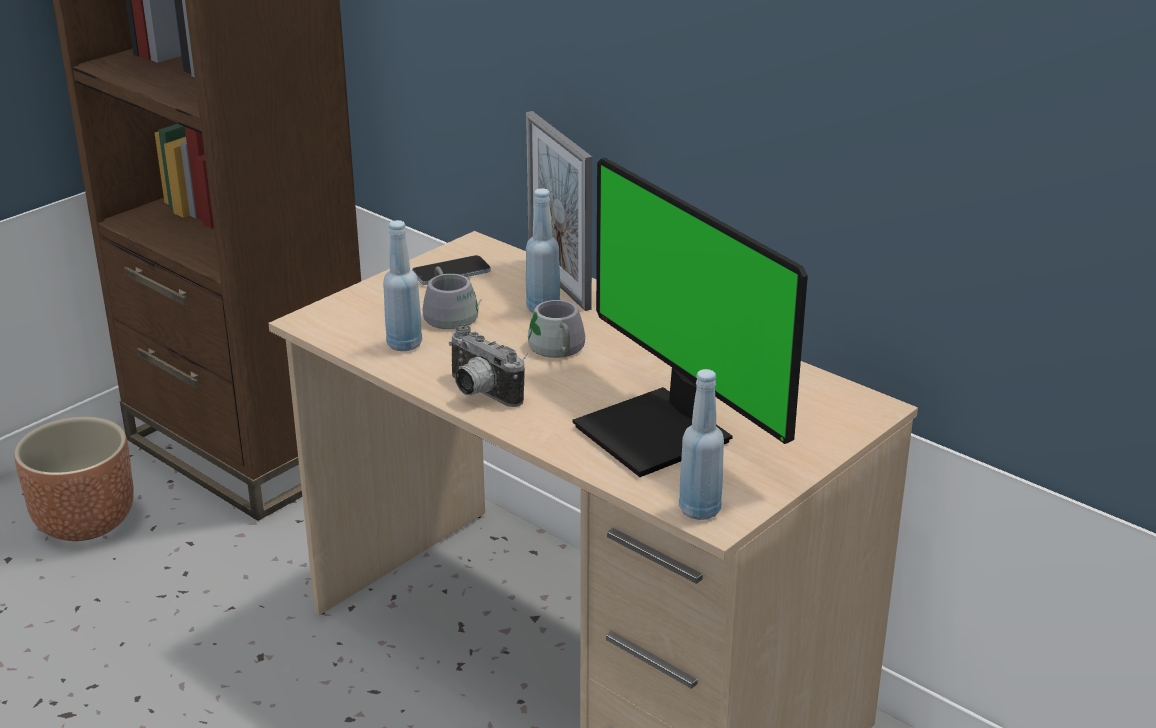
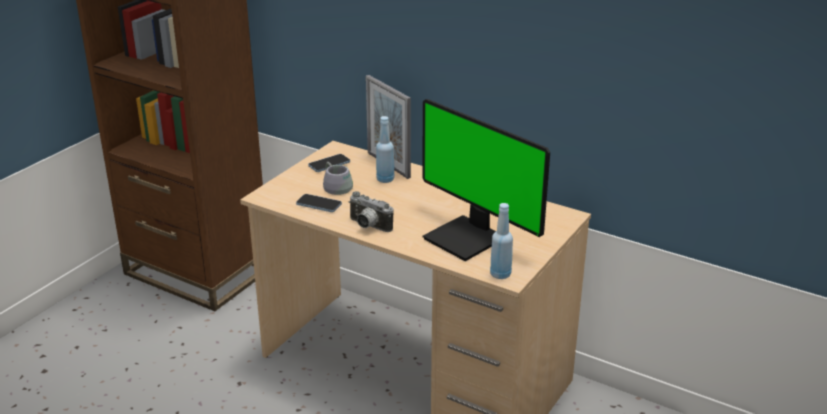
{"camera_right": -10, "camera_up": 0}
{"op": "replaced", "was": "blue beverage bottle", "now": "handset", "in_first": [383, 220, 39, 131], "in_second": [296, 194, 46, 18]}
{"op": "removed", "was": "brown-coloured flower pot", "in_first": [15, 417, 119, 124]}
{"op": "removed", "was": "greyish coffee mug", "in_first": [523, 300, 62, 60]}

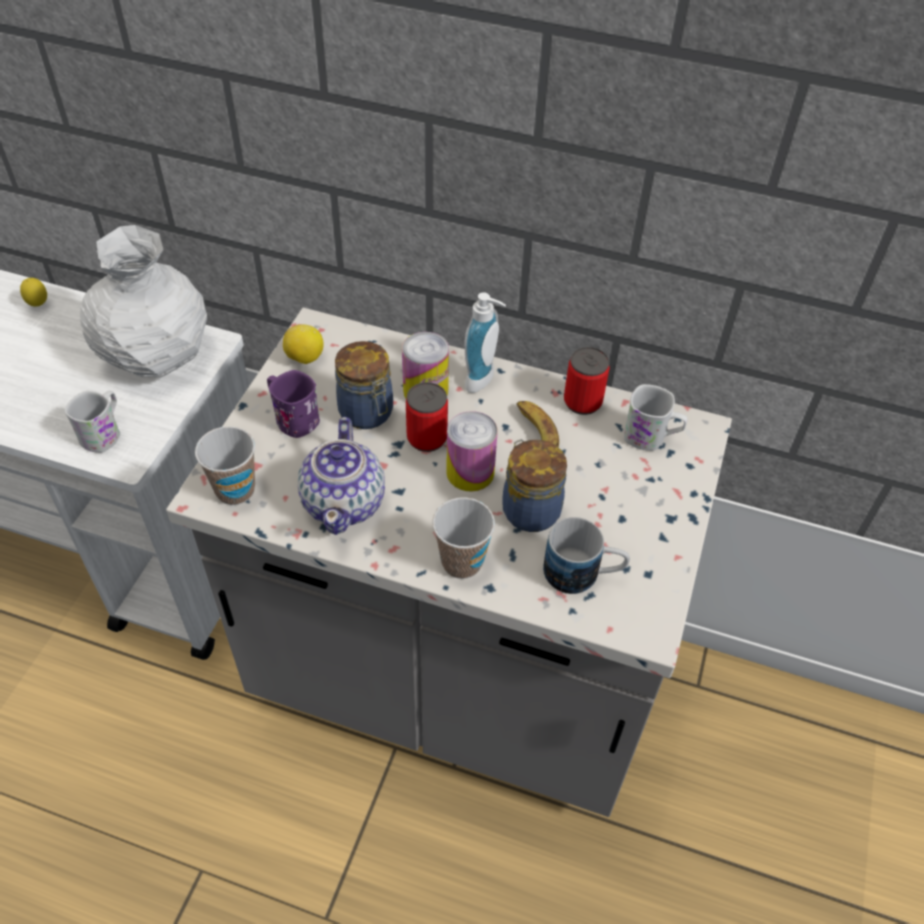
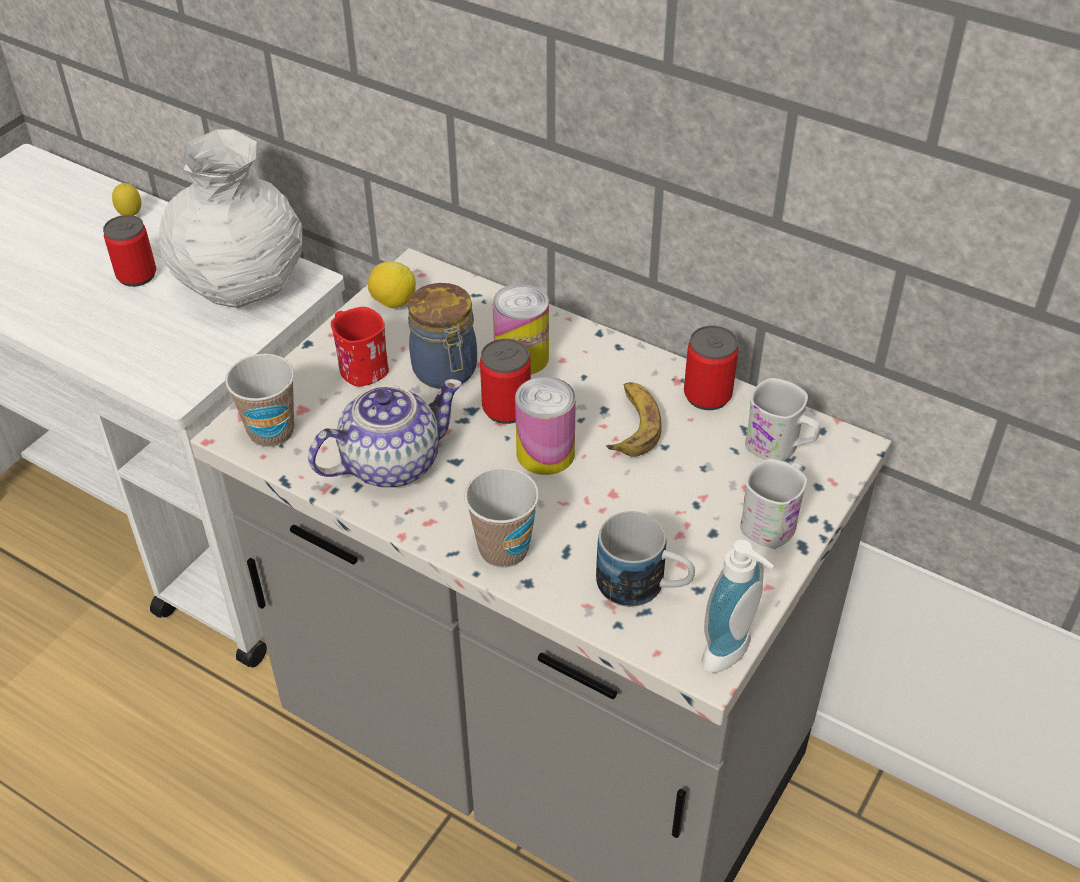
{"camera_right": 15, "camera_up": -5}
{"op": "added", "now": "sealed can", "in_second": [103, 215, 53, 72]}
{"op": "turned", "was": "tea pot", "in_first": [298, 417, 87, 118], "in_second": [308, 379, 154, 109], "clockwise": -135}
{"op": "recoloured", "was": "purple-coloured coffee mug", "now": "red-coloured coffee mug", "in_first": [267, 370, 53, 68], "in_second": [331, 307, 58, 80]}
{"op": "moved", "was": "soap dispenser", "in_first": [464, 292, 42, 101], "in_second": [701, 540, 73, 133]}
{"op": "moved", "was": "whitish coffee mug", "in_first": [64, 391, 56, 62], "in_second": [740, 459, 67, 89]}
{"op": "removed", "was": "preserve jar", "in_first": [502, 439, 65, 93]}

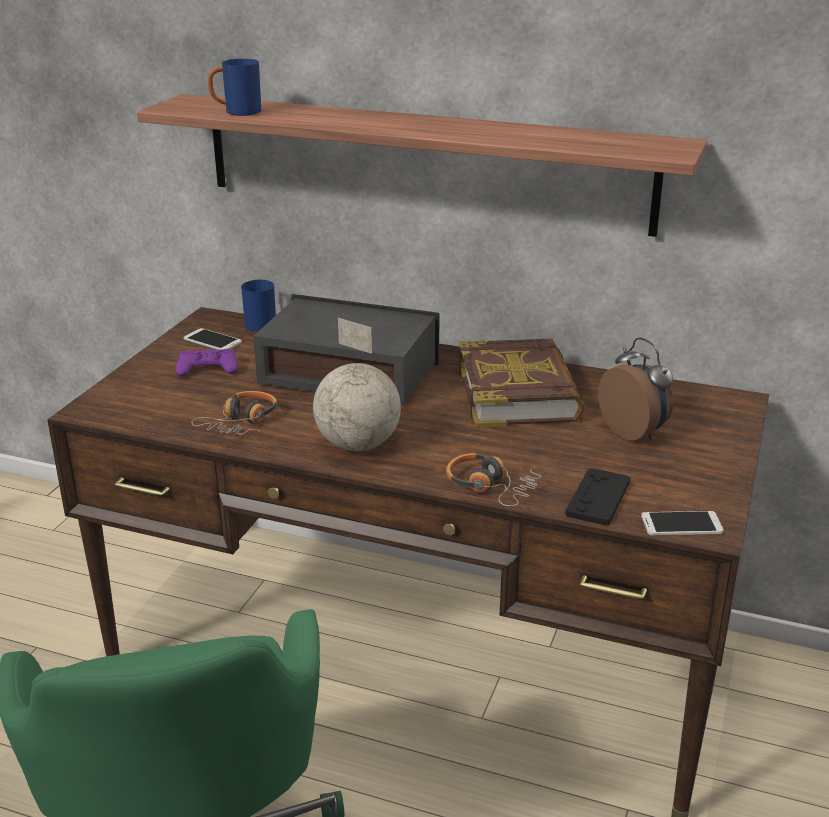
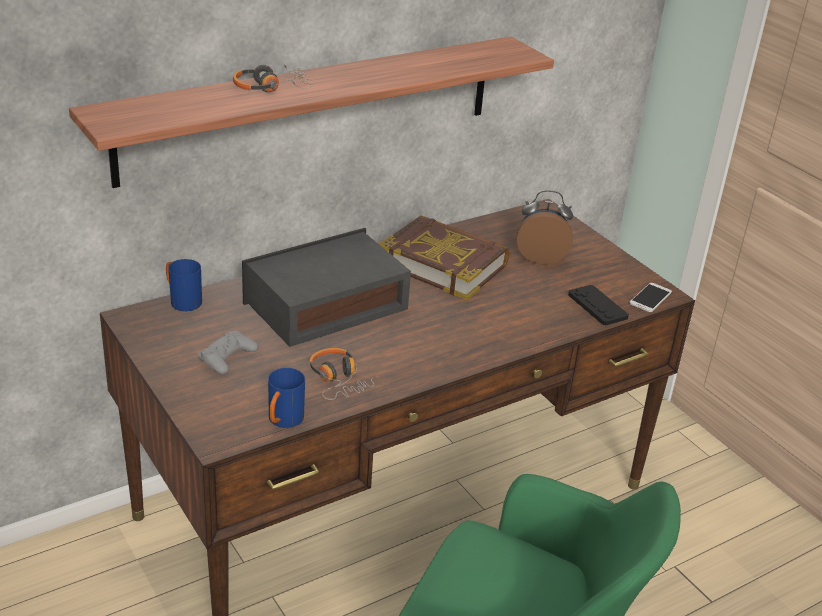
{"camera_right": -55, "camera_up": 5}
{"op": "recoloured", "was": "purple-coloured gamepad", "now": "greyish gamepad", "in_first": [175, 349, 63, 27], "in_second": [198, 331, 60, 43]}
{"op": "moved", "was": "headset", "in_first": [446, 453, 95, 53], "in_second": [233, 64, 80, 28]}
{"op": "moved", "was": "blue coffee mug", "in_first": [208, 59, 53, 57], "in_second": [268, 368, 37, 60]}
{"op": "removed", "was": "handset", "in_first": [183, 328, 59, 22]}
{"op": "removed", "was": "globe", "in_first": [313, 318, 88, 133]}

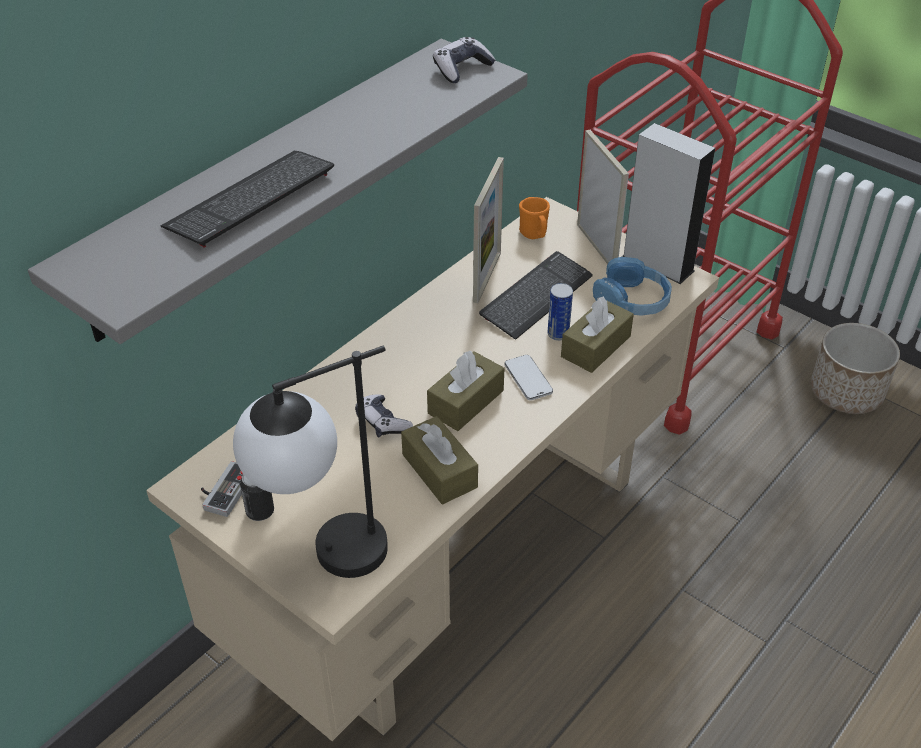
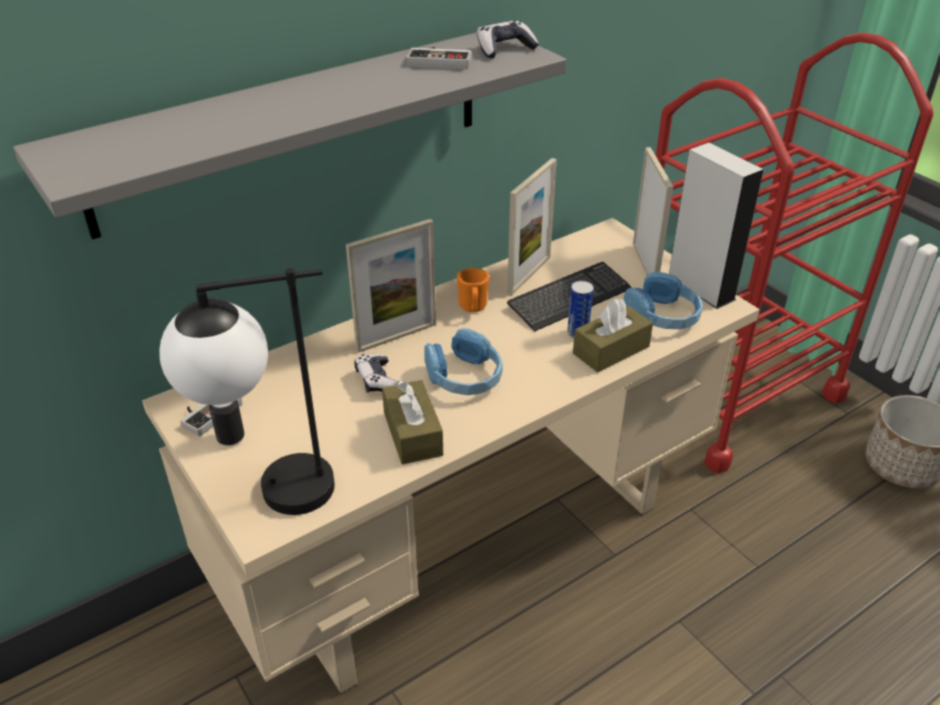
{"camera_right": 15, "camera_up": -5}
{"op": "added", "now": "picture frame", "in_second": [346, 219, 90, 133]}
{"op": "added", "now": "gamepad", "in_second": [407, 47, 64, 22]}
{"op": "replaced", "was": "brown-coloured tissue holder", "now": "blue headset", "in_first": [427, 350, 77, 81], "in_second": [424, 328, 79, 67]}
{"op": "moved", "was": "orange-coloured coffee mug", "in_first": [519, 197, 31, 42], "in_second": [457, 268, 32, 44]}
{"op": "removed", "was": "computer keyboard", "in_first": [161, 151, 173, 97]}
{"op": "removed", "was": "handset", "in_first": [505, 355, 48, 45]}

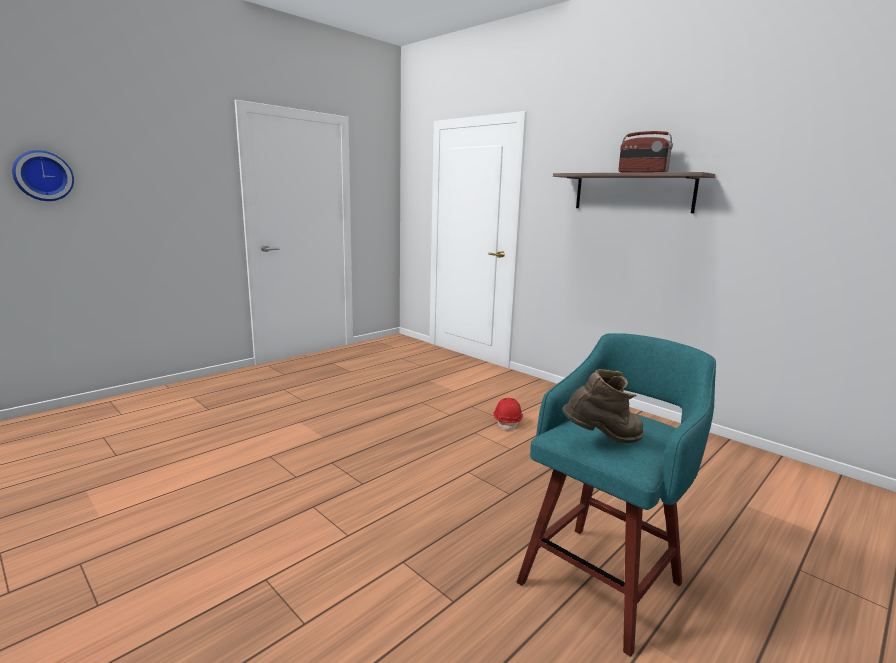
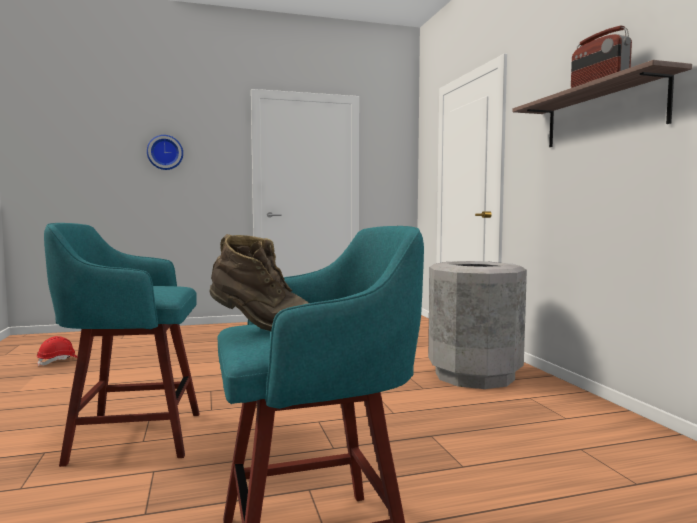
{"camera_right": 30, "camera_up": -10}
{"op": "moved", "was": "red-coloured work helmet", "in_first": [494, 398, 29, 33], "in_second": [37, 336, 40, 31]}
{"op": "added", "now": "turquoise stool", "in_second": [44, 223, 156, 244]}
{"op": "moved", "was": "wall clock", "in_first": [12, 150, 62, 51], "in_second": [147, 135, 36, 35]}
{"op": "added", "now": "greyish rubbish bin", "in_second": [428, 261, 99, 128]}

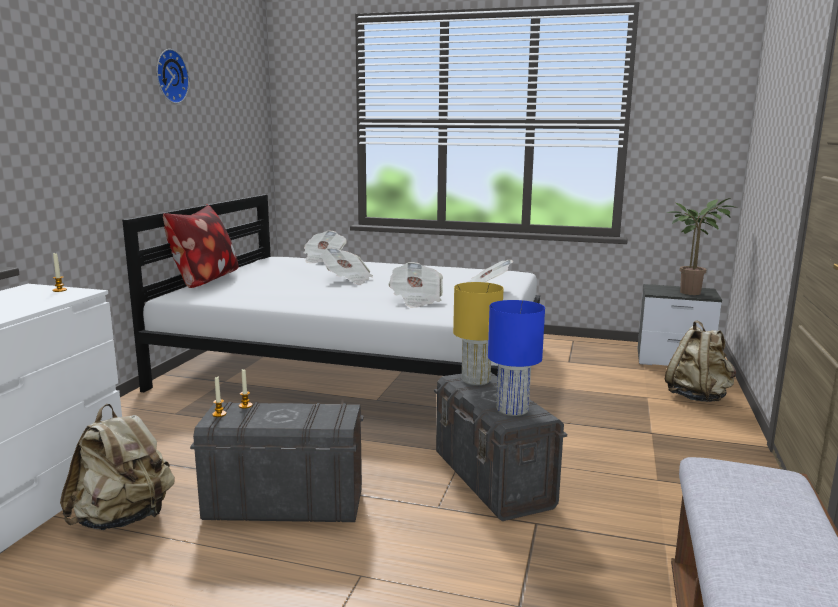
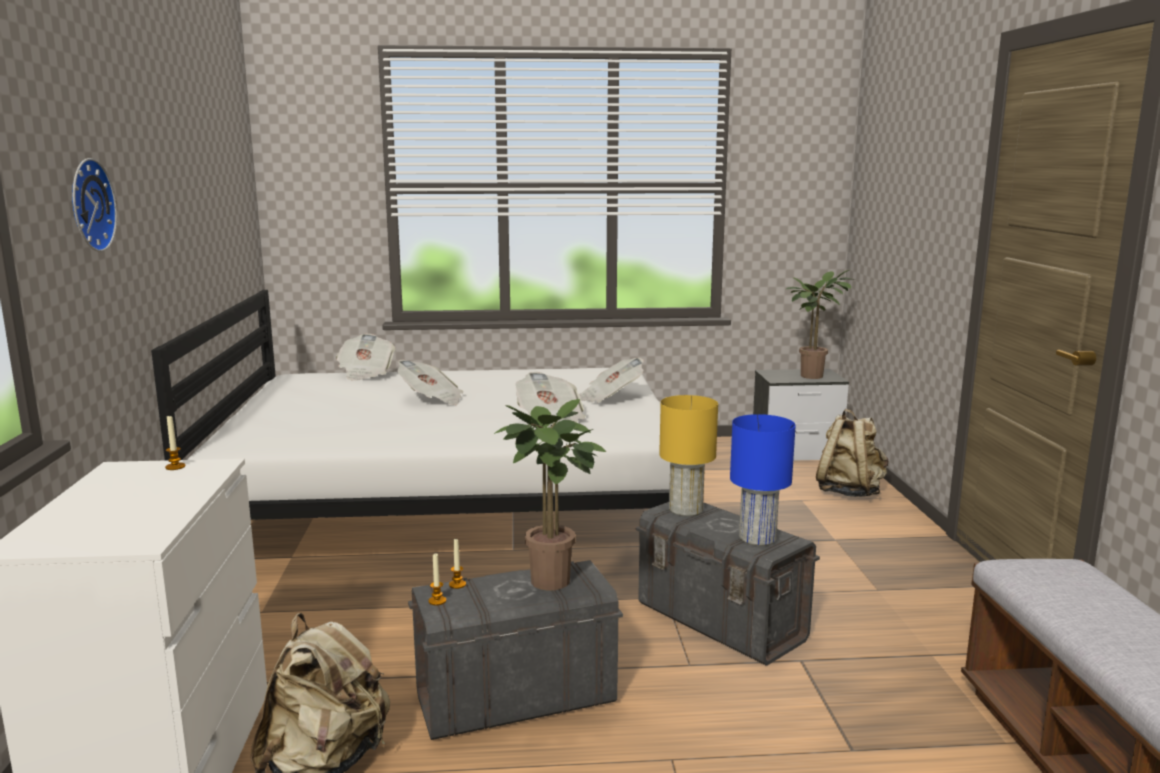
{"camera_right": -20, "camera_up": 0}
{"op": "moved", "was": "wall clock", "in_first": [157, 49, 32, 55], "in_second": [72, 158, 45, 94]}
{"op": "added", "now": "potted plant", "in_second": [494, 399, 112, 191]}
{"op": "removed", "was": "throw pillow", "in_first": [163, 206, 75, 82]}

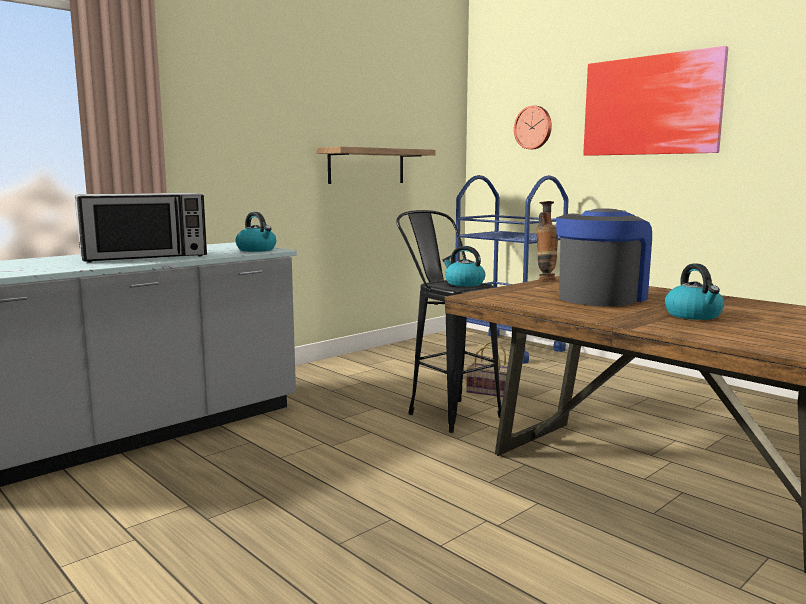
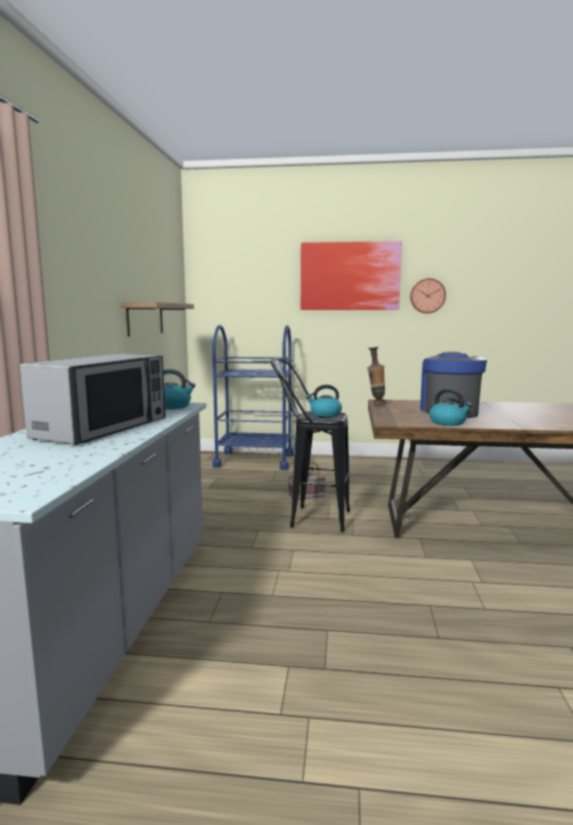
{"camera_right": -40, "camera_up": 0}
{"op": "moved", "was": "wall clock", "in_first": [514, 106, 38, 43], "in_second": [410, 278, 36, 35]}
{"op": "moved", "was": "tea kettle", "in_first": [665, 264, 59, 56], "in_second": [429, 389, 43, 37]}

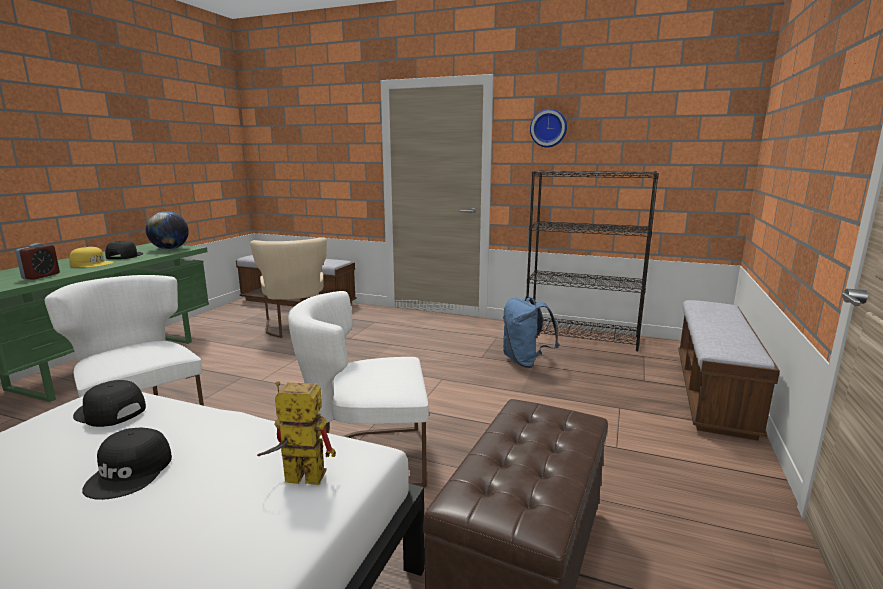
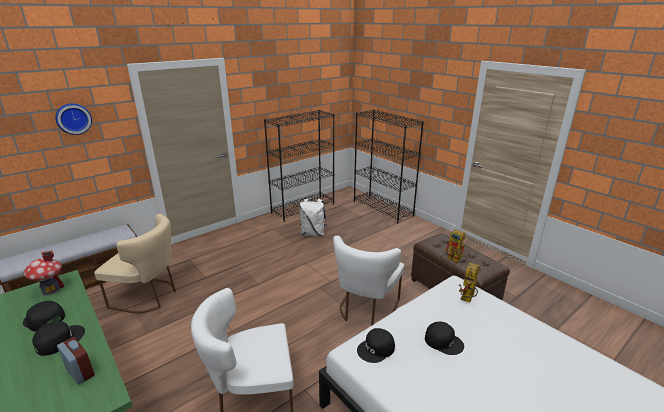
{"camera_right": -60, "camera_up": 10}
{"op": "replaced", "was": "globe", "now": "miniature house", "in_first": [145, 211, 44, 38], "in_second": [24, 250, 40, 45]}
{"op": "recoloured", "was": "yellow peaked cap", "now": "black-coloured peaked cap", "in_first": [69, 247, 45, 21], "in_second": [32, 321, 53, 35]}
{"op": "moved", "was": "wall clock", "in_first": [530, 109, 37, 38], "in_second": [55, 103, 37, 32]}
{"op": "recoloured", "was": "blue rucksack", "now": "whitish rucksack", "in_first": [503, 296, 56, 72], "in_second": [299, 198, 28, 38]}
{"op": "replaced", "was": "indoor bench", "now": "black-coloured shelving unit", "in_first": [678, 300, 102, 141], "in_second": [354, 109, 70, 115]}
{"op": "added", "now": "robot figure", "in_second": [445, 229, 25, 34]}

